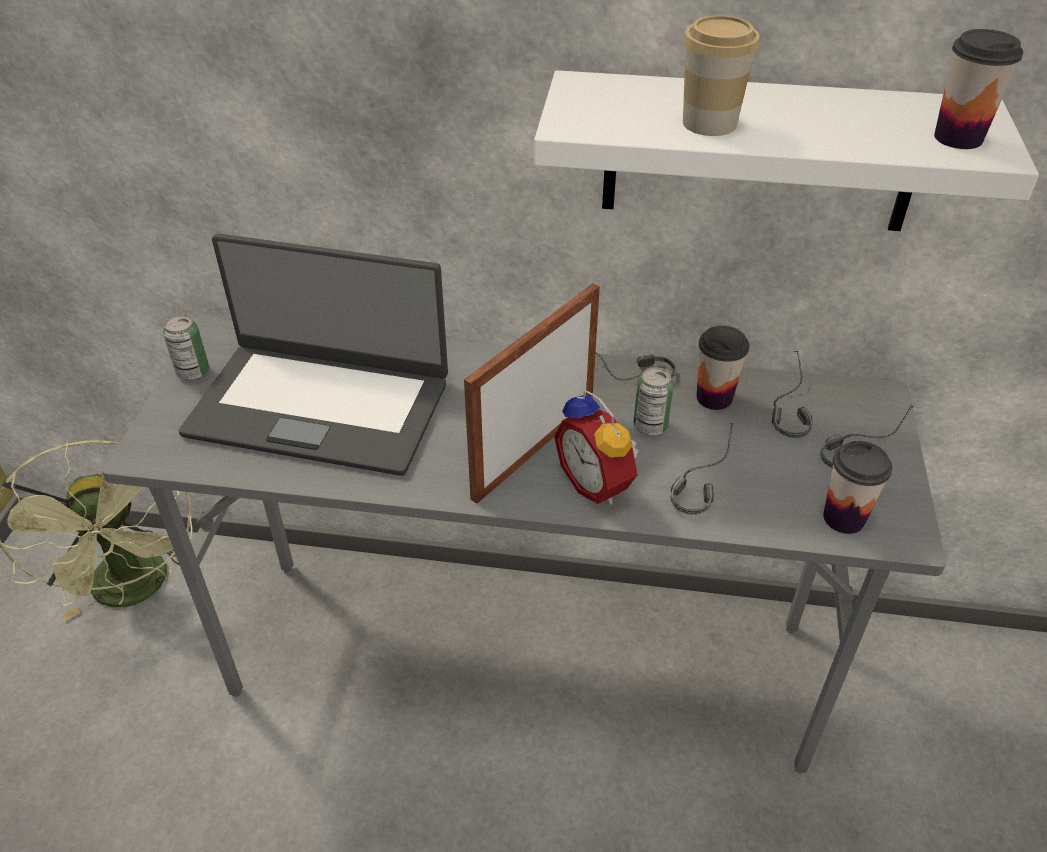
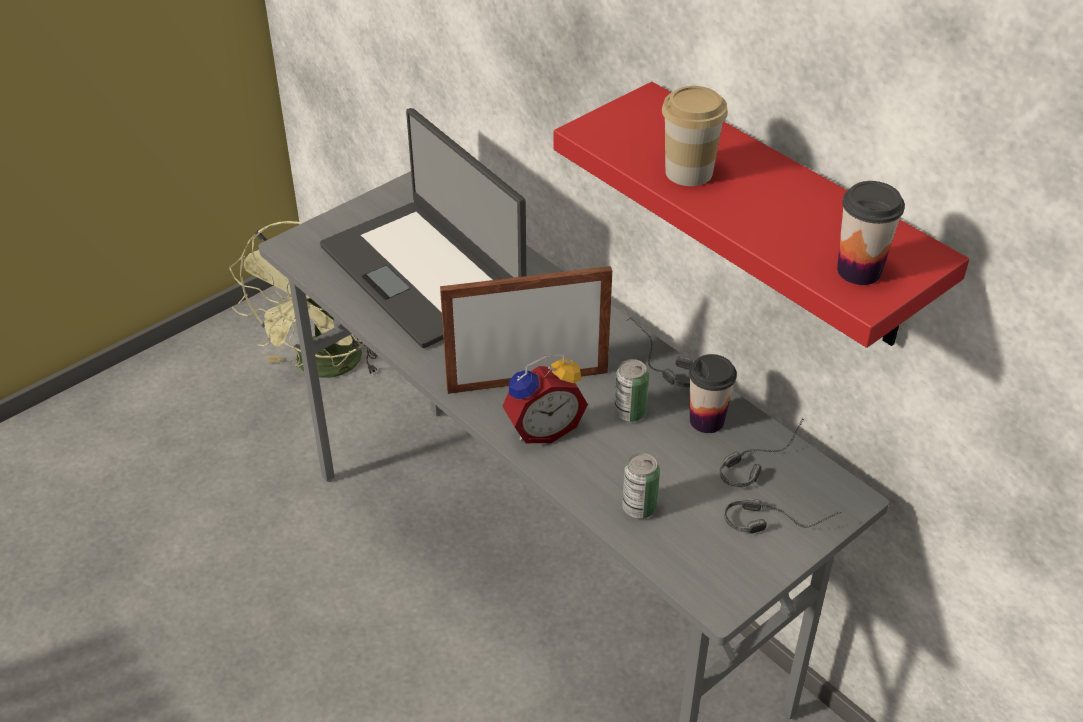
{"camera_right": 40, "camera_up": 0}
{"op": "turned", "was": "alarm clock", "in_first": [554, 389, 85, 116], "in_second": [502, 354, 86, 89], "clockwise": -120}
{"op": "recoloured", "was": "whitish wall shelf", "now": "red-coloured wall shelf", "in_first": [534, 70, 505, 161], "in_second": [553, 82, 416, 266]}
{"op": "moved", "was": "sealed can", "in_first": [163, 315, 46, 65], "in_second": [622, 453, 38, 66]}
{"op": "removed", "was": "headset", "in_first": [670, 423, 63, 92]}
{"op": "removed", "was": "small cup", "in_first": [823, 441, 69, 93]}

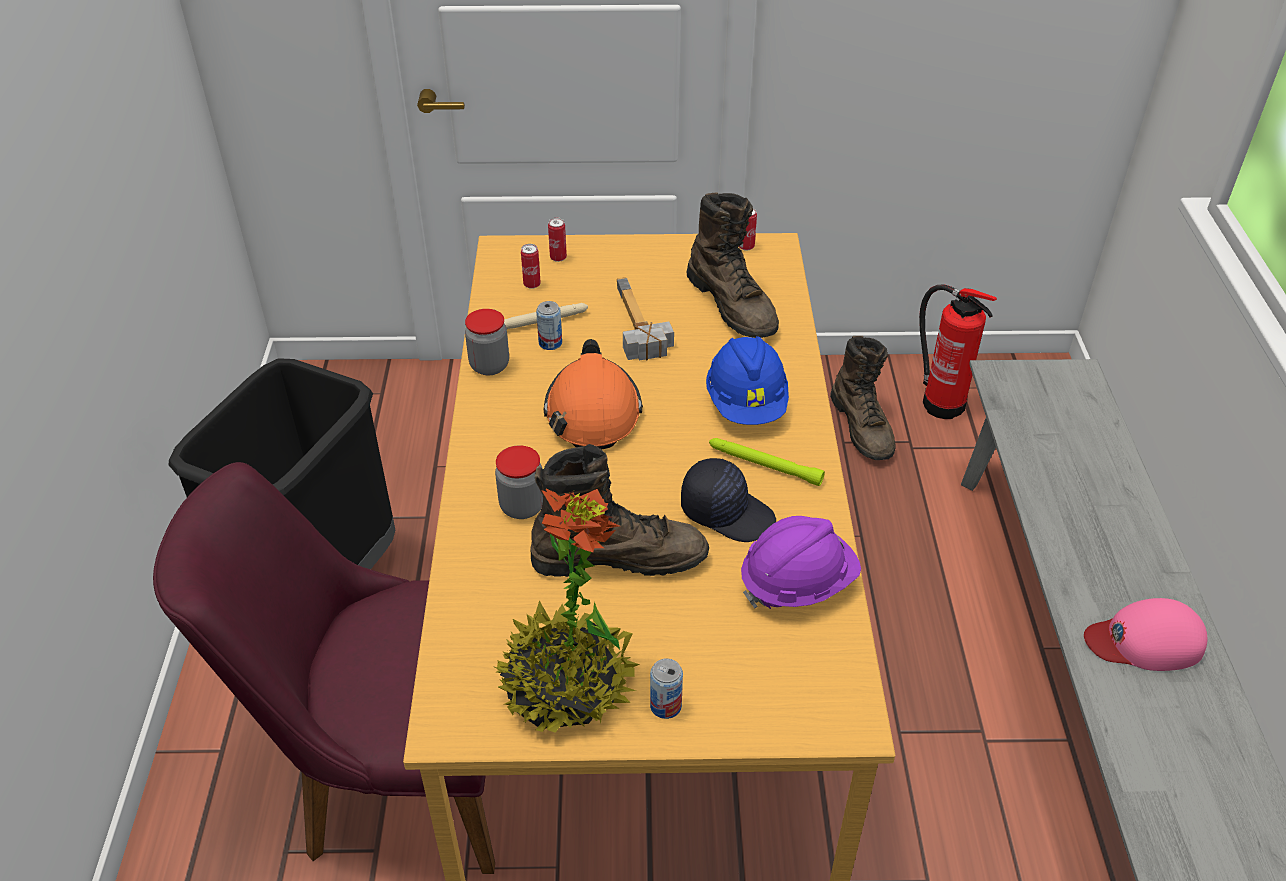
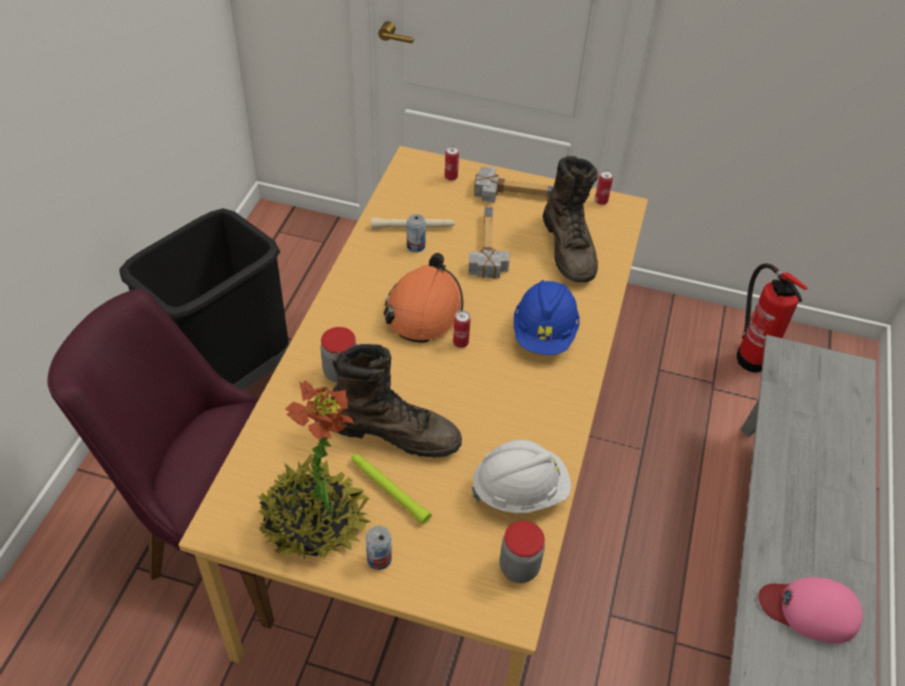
{"camera_right": 15, "camera_up": 5}
{"op": "moved", "was": "green flashlight", "in_first": [709, 438, 116, 48], "in_second": [352, 454, 80, 71]}
{"op": "moved", "was": "sealed can", "in_first": [521, 244, 20, 45], "in_second": [453, 311, 18, 37]}
{"op": "recoloured", "was": "purple-coloured work helmet", "now": "whitish work helmet", "in_first": [741, 516, 120, 93], "in_second": [471, 440, 100, 73]}
{"op": "added", "now": "hand hammer", "in_second": [474, 166, 80, 37]}
{"op": "moved", "was": "preserve jar", "in_first": [465, 309, 44, 67], "in_second": [499, 521, 46, 62]}
{"op": "removed", "was": "black-coloured peaked cap", "in_first": [681, 458, 95, 84]}
{"op": "removed", "was": "brown-coloured boot", "in_first": [830, 336, 65, 124]}

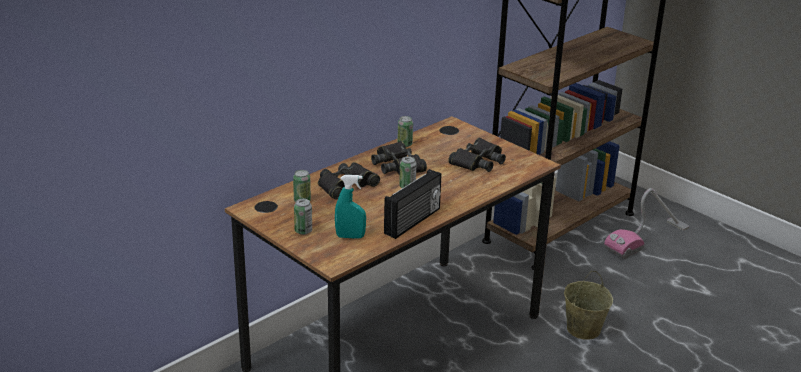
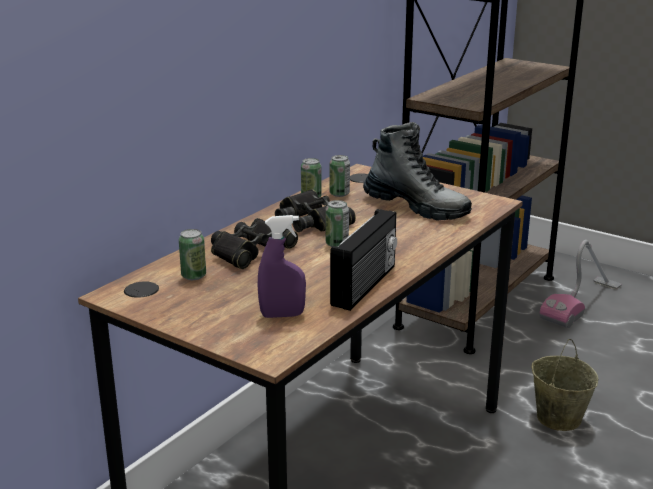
{"camera_right": -10, "camera_up": -5}
{"op": "recoloured", "was": "turquoise sprayer", "now": "purple-coloured sprayer", "in_first": [335, 175, 31, 64], "in_second": [258, 215, 48, 103]}
{"op": "moved", "was": "sealed can", "in_first": [294, 199, 18, 36], "in_second": [329, 155, 21, 42]}
{"op": "replaced", "was": "black-coloured pair of binoculars", "now": "boot", "in_first": [448, 138, 58, 34], "in_second": [363, 122, 109, 99]}

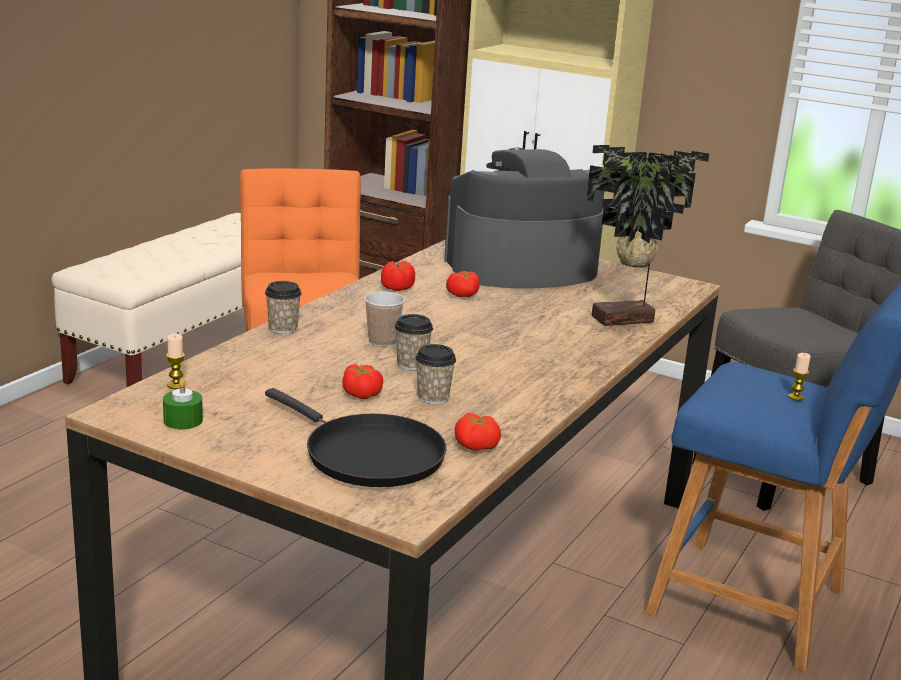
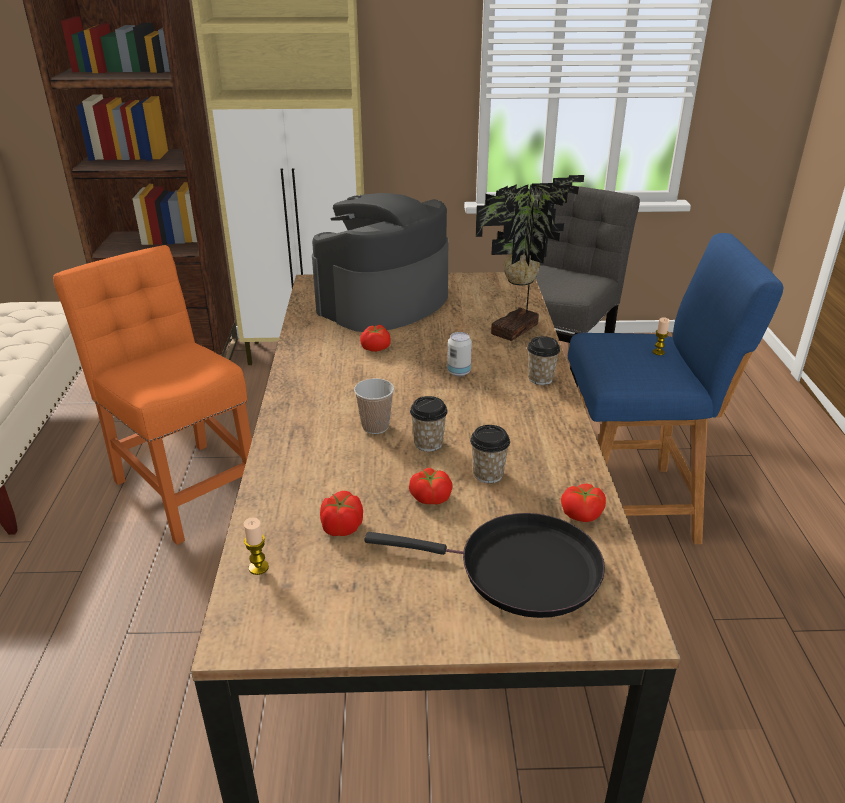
{"camera_right": -30, "camera_up": 10}
{"op": "moved", "was": "whole tomato", "in_first": [381, 261, 34, 30], "in_second": [320, 491, 43, 45]}
{"op": "added", "now": "sealed can", "in_second": [447, 332, 25, 45]}
{"op": "moved", "was": "small cup", "in_first": [265, 281, 37, 53], "in_second": [527, 336, 33, 49]}
{"op": "removed", "was": "green wax light", "in_first": [163, 379, 40, 51]}

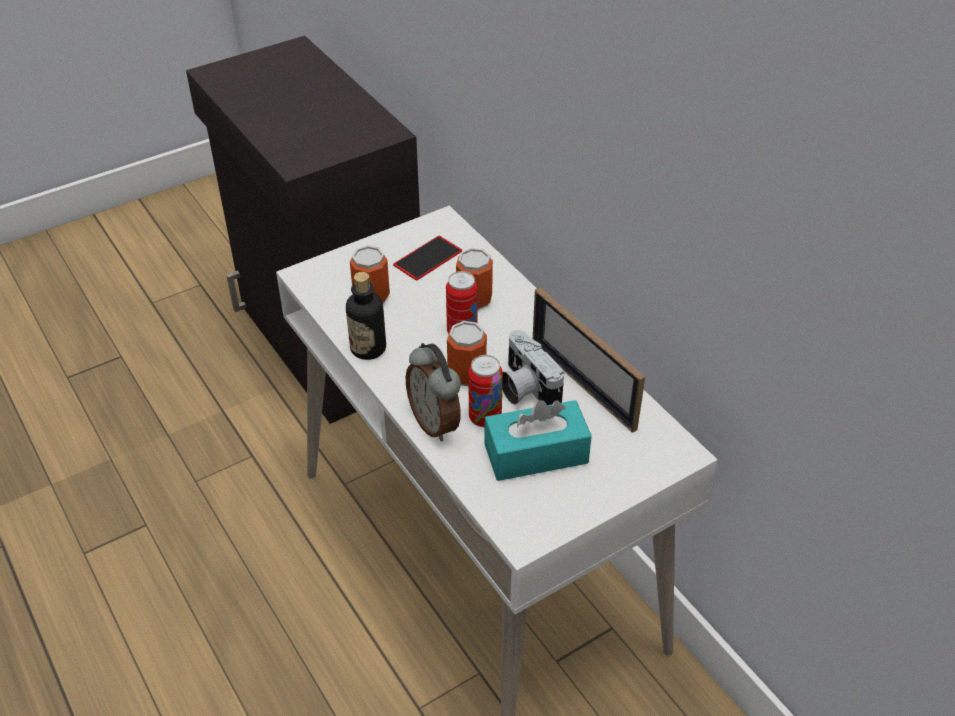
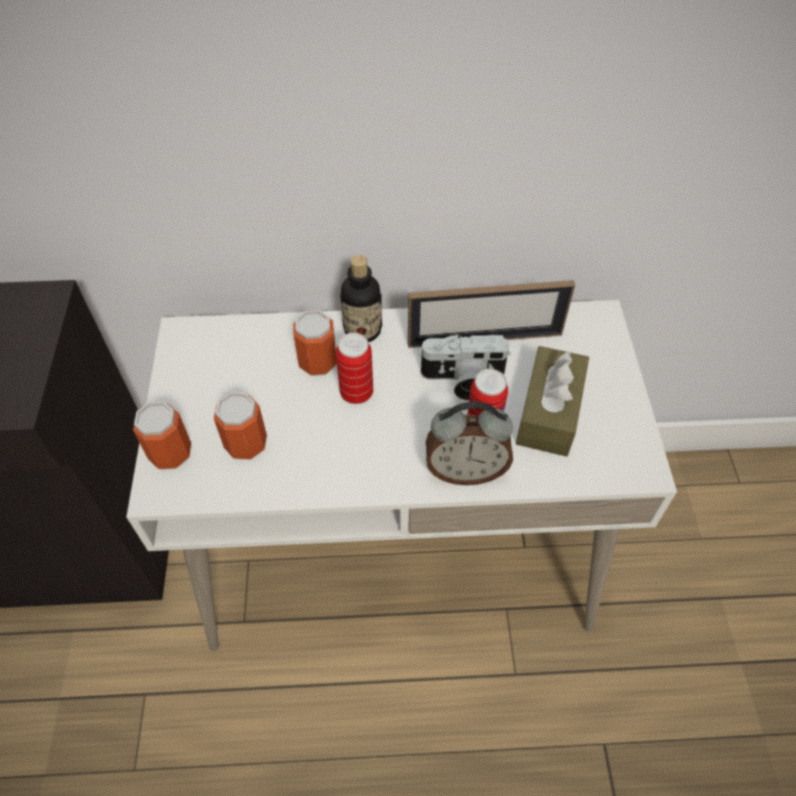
{"camera_right": -60, "camera_up": 10}
{"op": "moved", "was": "sealed can", "in_first": [447, 321, 40, 65], "in_second": [133, 401, 58, 68]}
{"op": "moved", "was": "beverage bottle", "in_first": [346, 272, 40, 88], "in_second": [340, 255, 42, 87]}
{"op": "recoloured", "was": "turquoise tissue holder", "now": "brown-coloured tissue holder", "in_first": [484, 400, 108, 81], "in_second": [516, 346, 73, 111]}
{"op": "removed", "was": "handset", "in_first": [393, 236, 69, 44]}

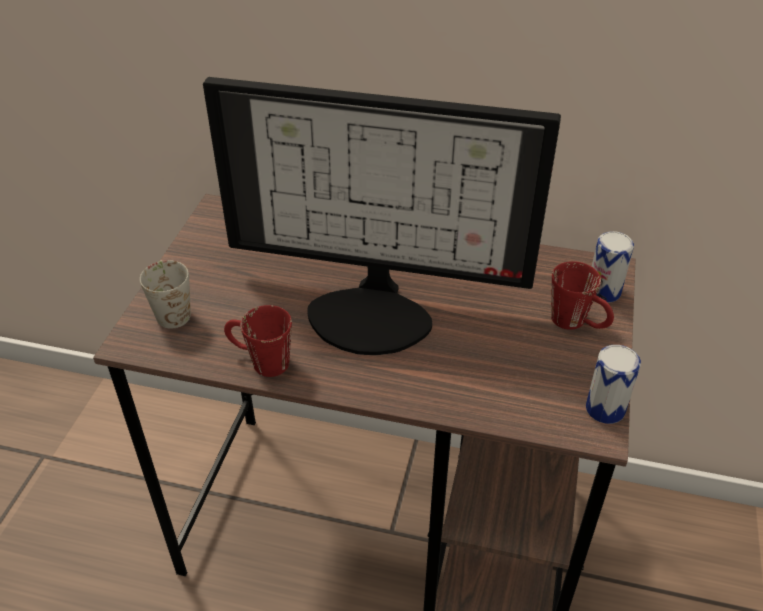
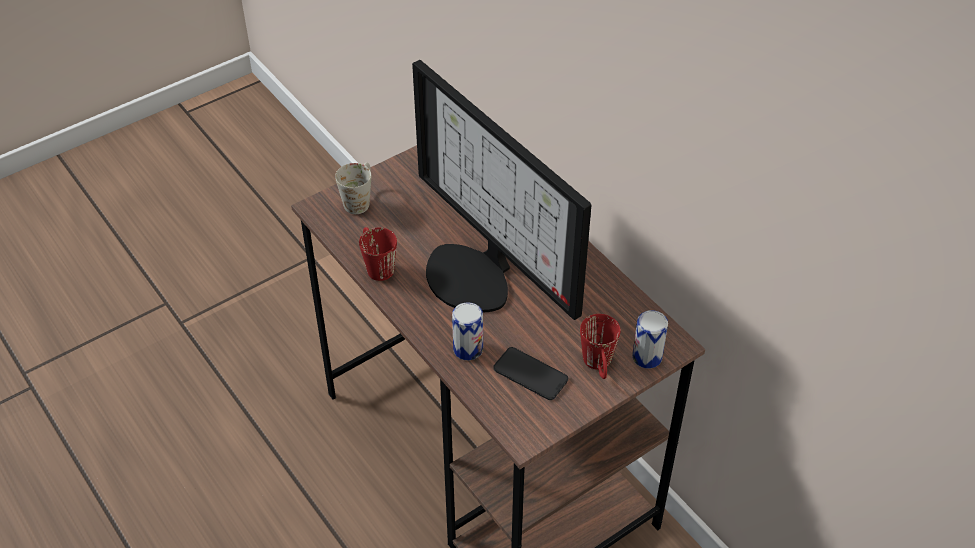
{"camera_right": 40, "camera_up": 5}
{"op": "moved", "was": "sealed can", "in_first": [586, 345, 55, 79], "in_second": [452, 302, 31, 58]}
{"op": "added", "now": "handset", "in_second": [493, 347, 75, 53]}

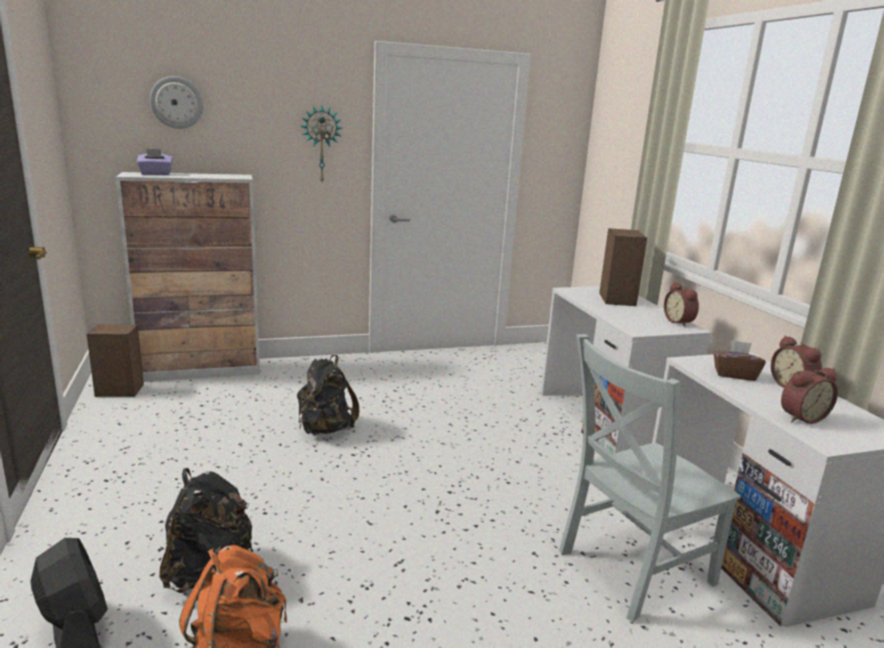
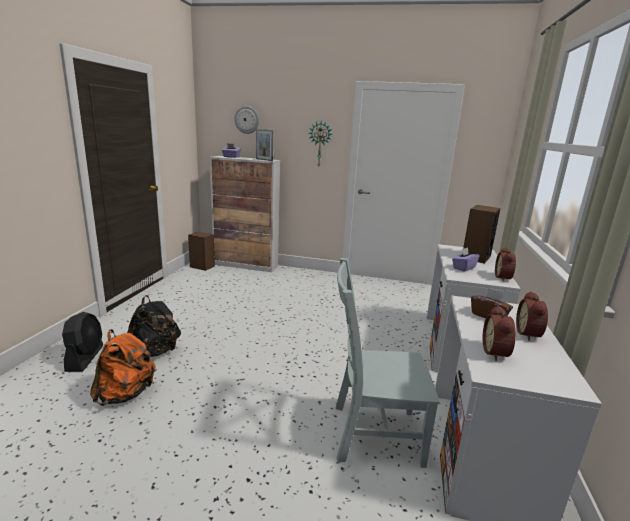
{"camera_right": 30, "camera_up": 0}
{"op": "added", "now": "picture frame", "in_second": [256, 129, 17, 32]}
{"op": "added", "now": "purple-coloured tissue holder", "in_second": [452, 247, 27, 25]}
{"op": "turned", "was": "alarm clock", "in_first": [781, 368, 57, 56], "in_second": [483, 305, 33, 56], "clockwise": 90}
{"op": "removed", "was": "black-coloured rucksack", "in_first": [297, 355, 62, 80]}

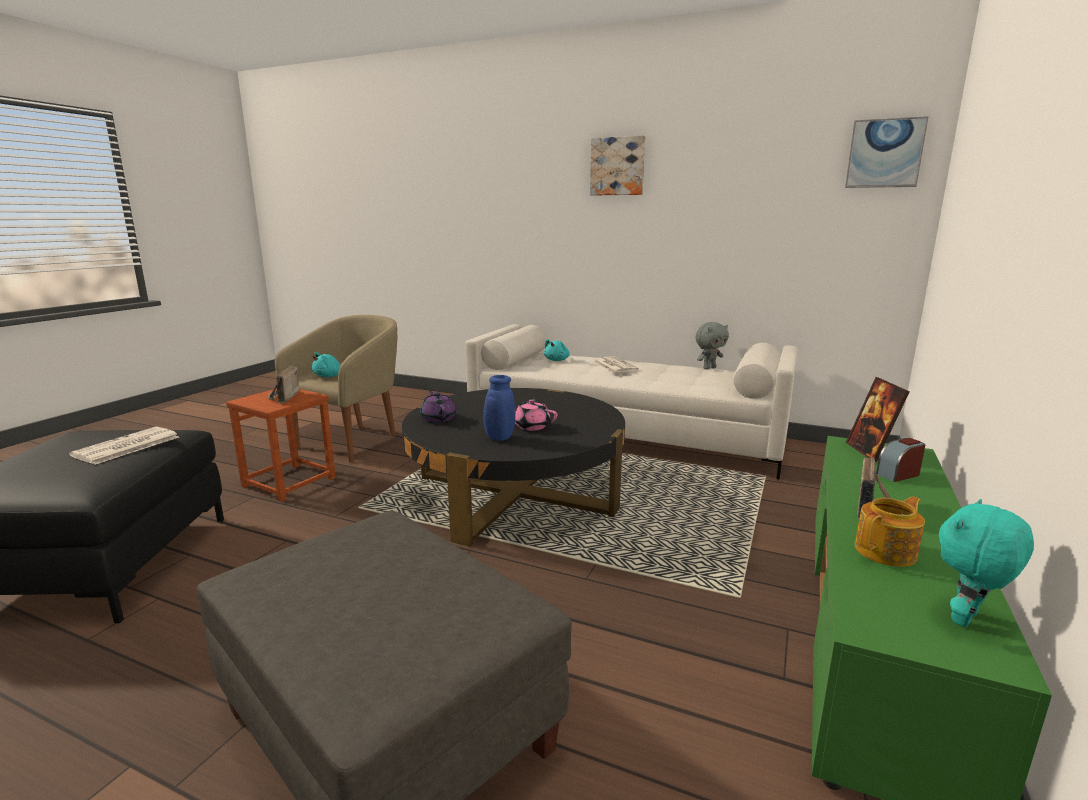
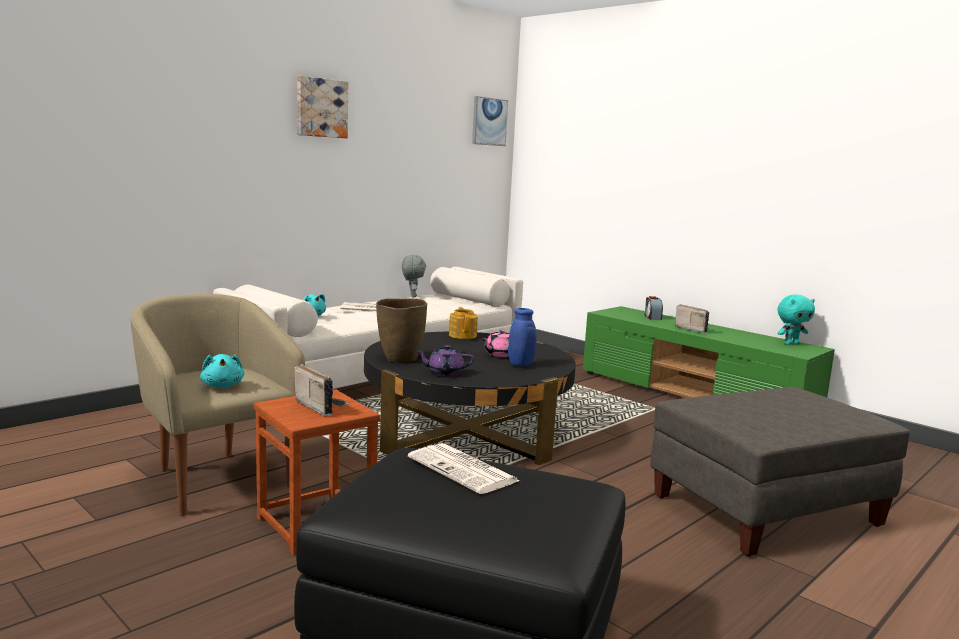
{"camera_right": -70, "camera_up": -5}
{"op": "turned", "was": "radio receiver", "in_first": [268, 366, 32, 37], "in_second": [294, 364, 55, 52], "clockwise": -150}
{"op": "added", "now": "brown-coloured decorative vase", "in_second": [376, 298, 51, 65]}
{"op": "moved", "was": "tea pot", "in_first": [854, 496, 71, 71], "in_second": [449, 307, 29, 32]}
{"op": "turned", "was": "turquoise cuddly toy", "in_first": [939, 499, 95, 128], "in_second": [777, 295, 38, 50], "clockwise": -90}
{"op": "removed", "was": "picture frame", "in_first": [846, 377, 64, 85]}

